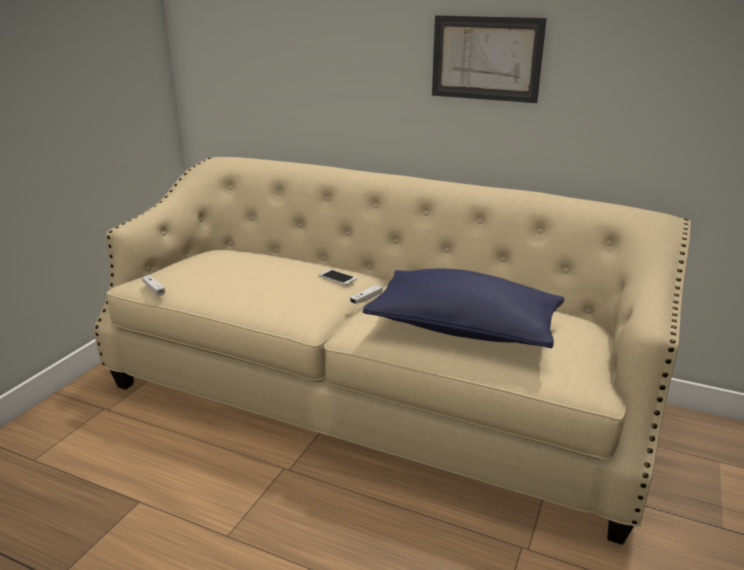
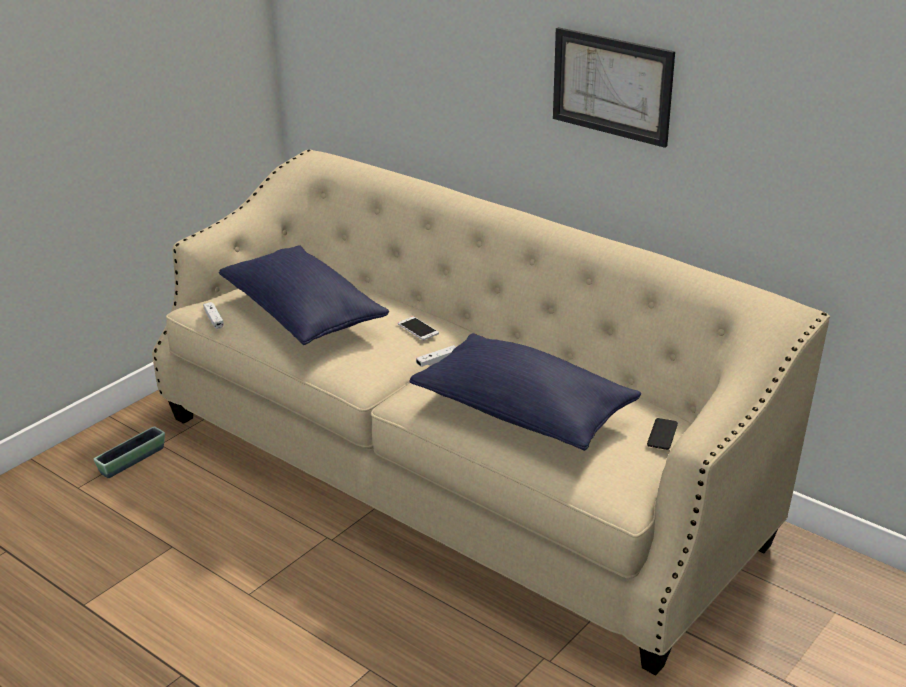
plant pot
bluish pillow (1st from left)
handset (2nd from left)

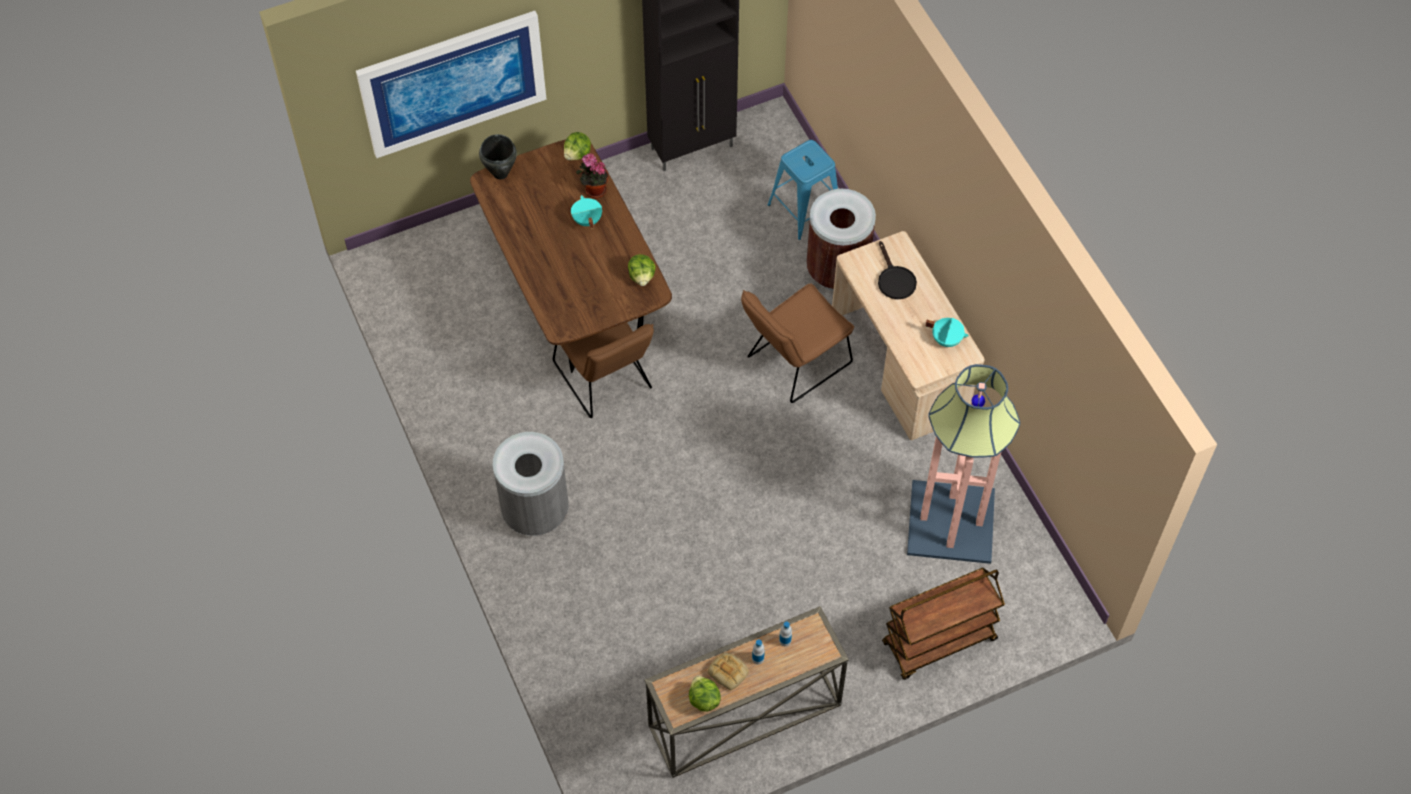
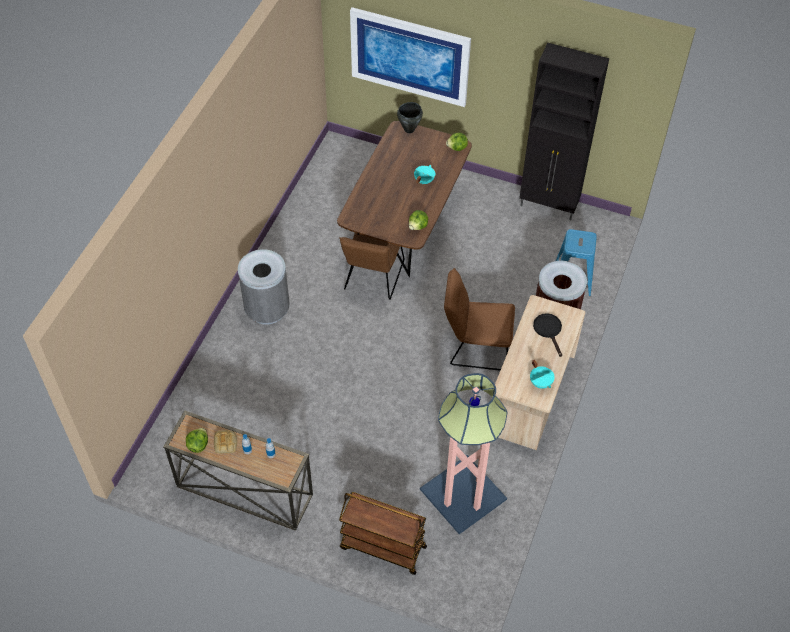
plant in a pot
black pan

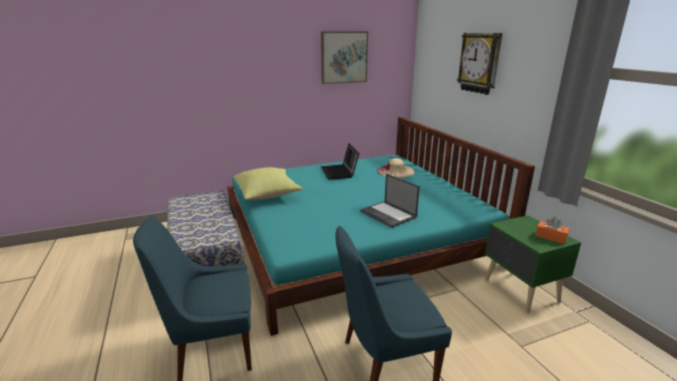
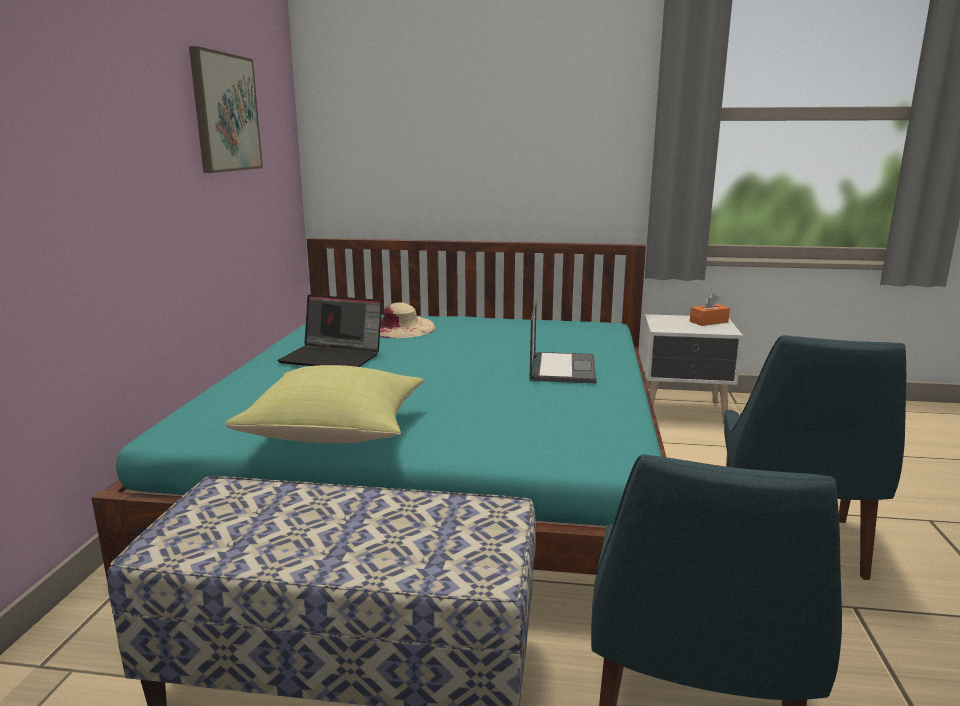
portable computer (2nd from left)
wall clock
whitish nightstand

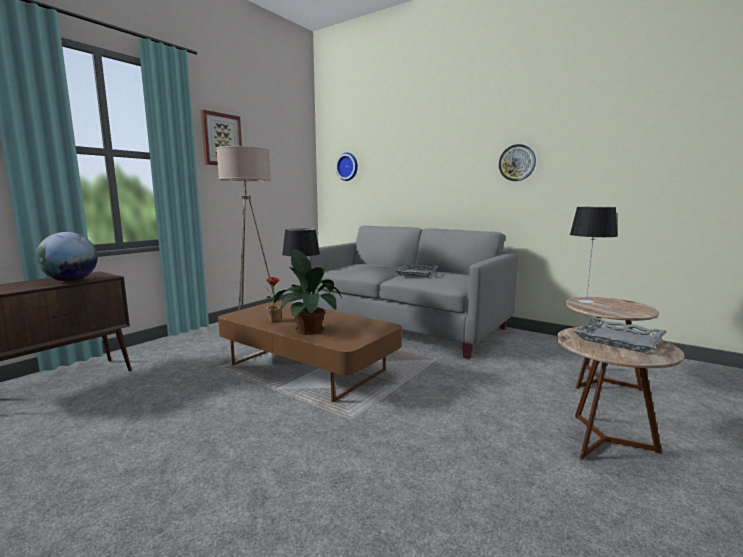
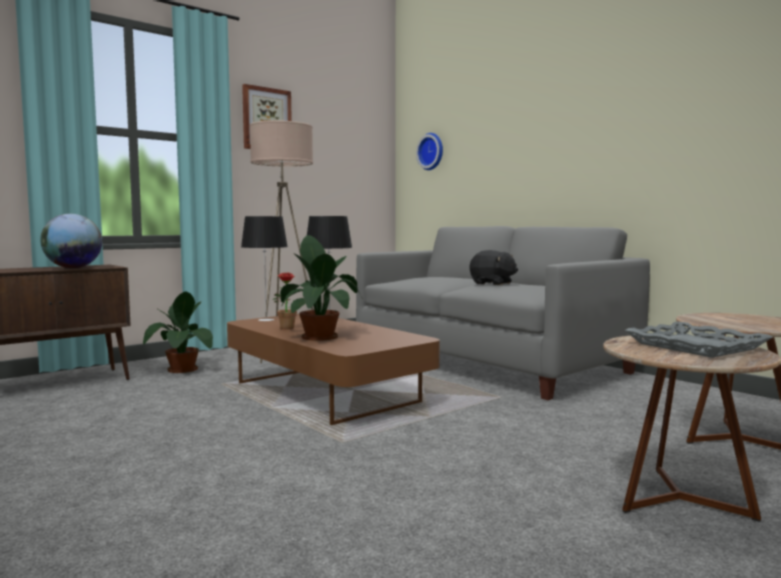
black cuddly toy
wall clock (2nd from left in the first image)
table lamp (1st from left)
plant in a pot (1st from left)

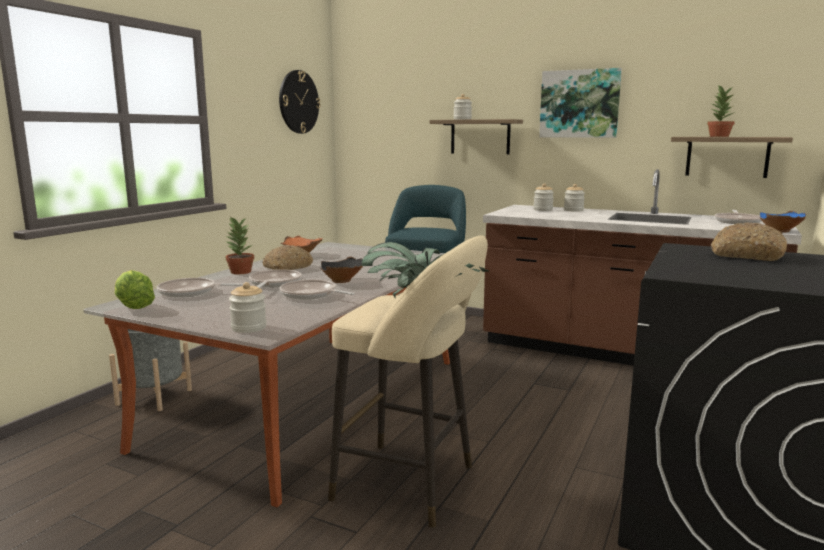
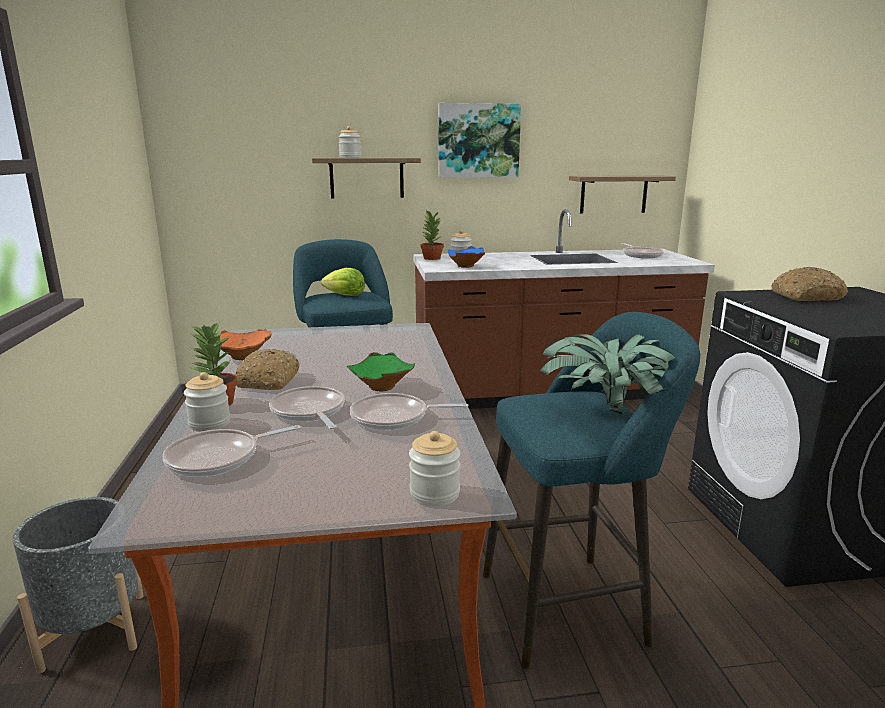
lettuce head
wall clock
green-coloured serving bowl
blue-green stool (2nd from left)
preserve jar (1st from left)
plant in a pot (2nd from left)
bluish serving bowl

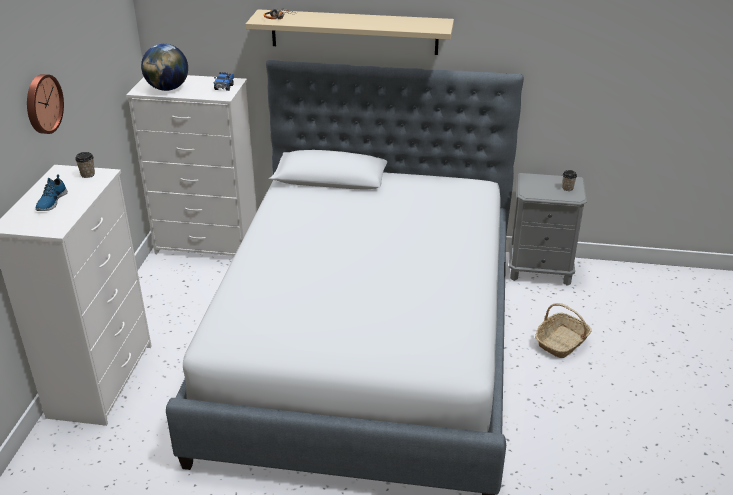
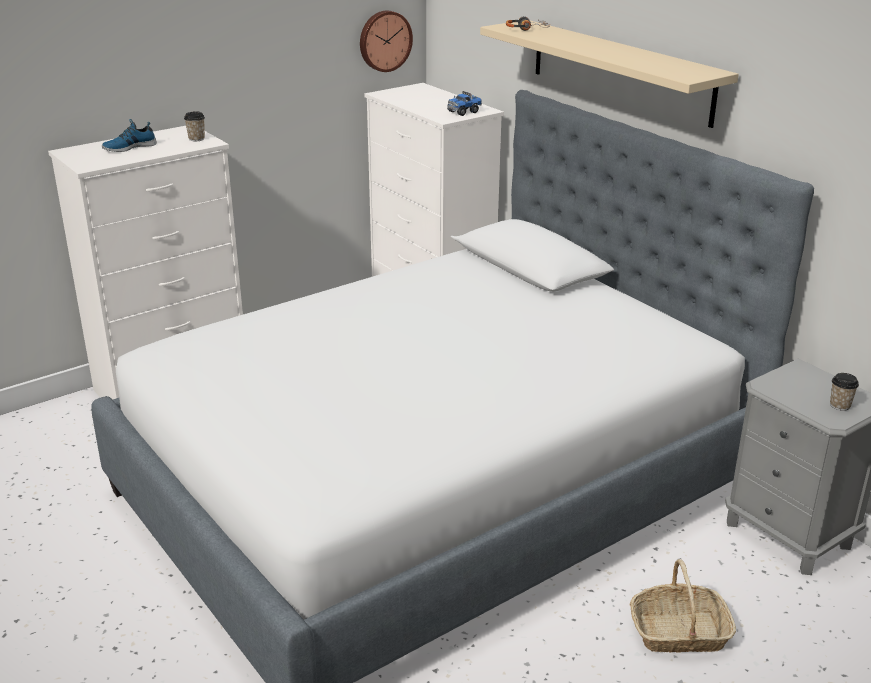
wall clock
desk globe

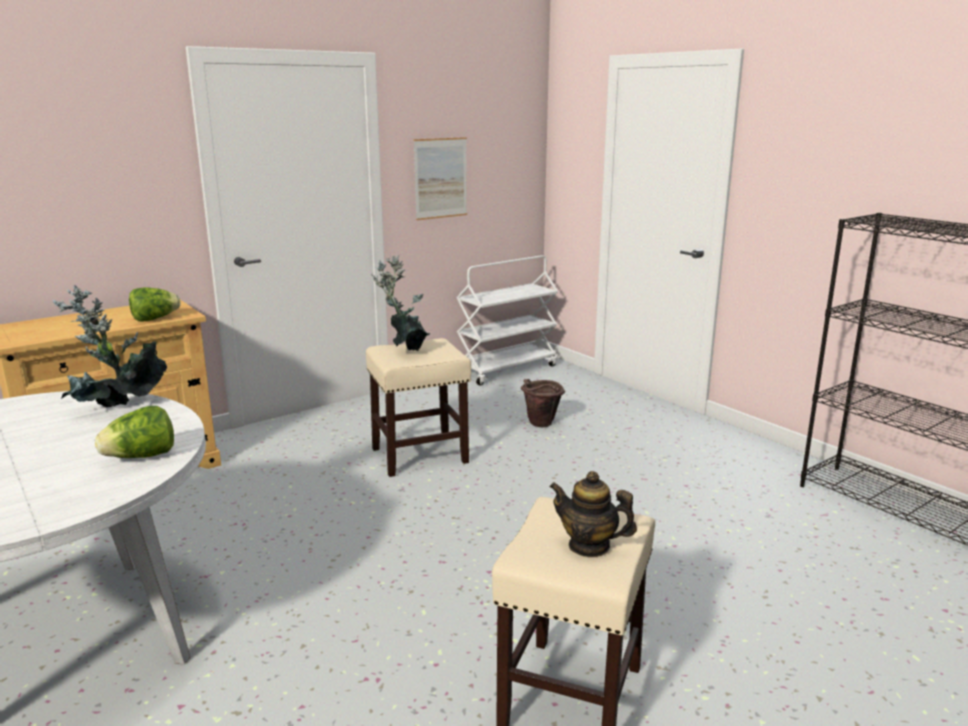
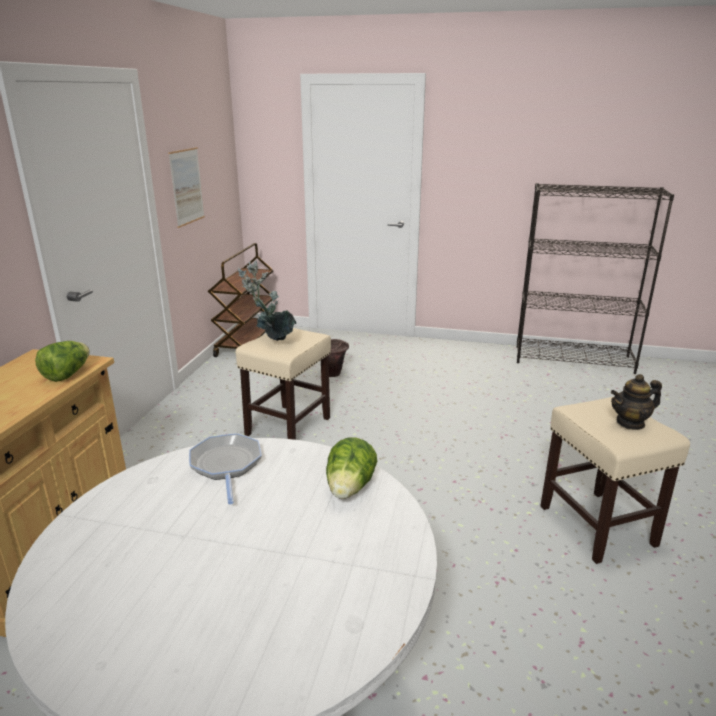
pan
brownish trolley

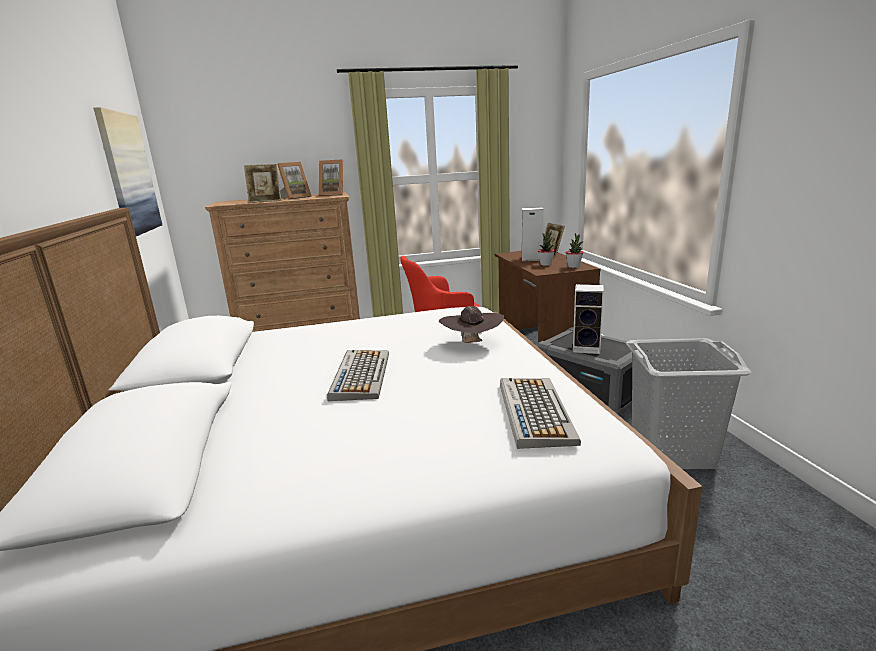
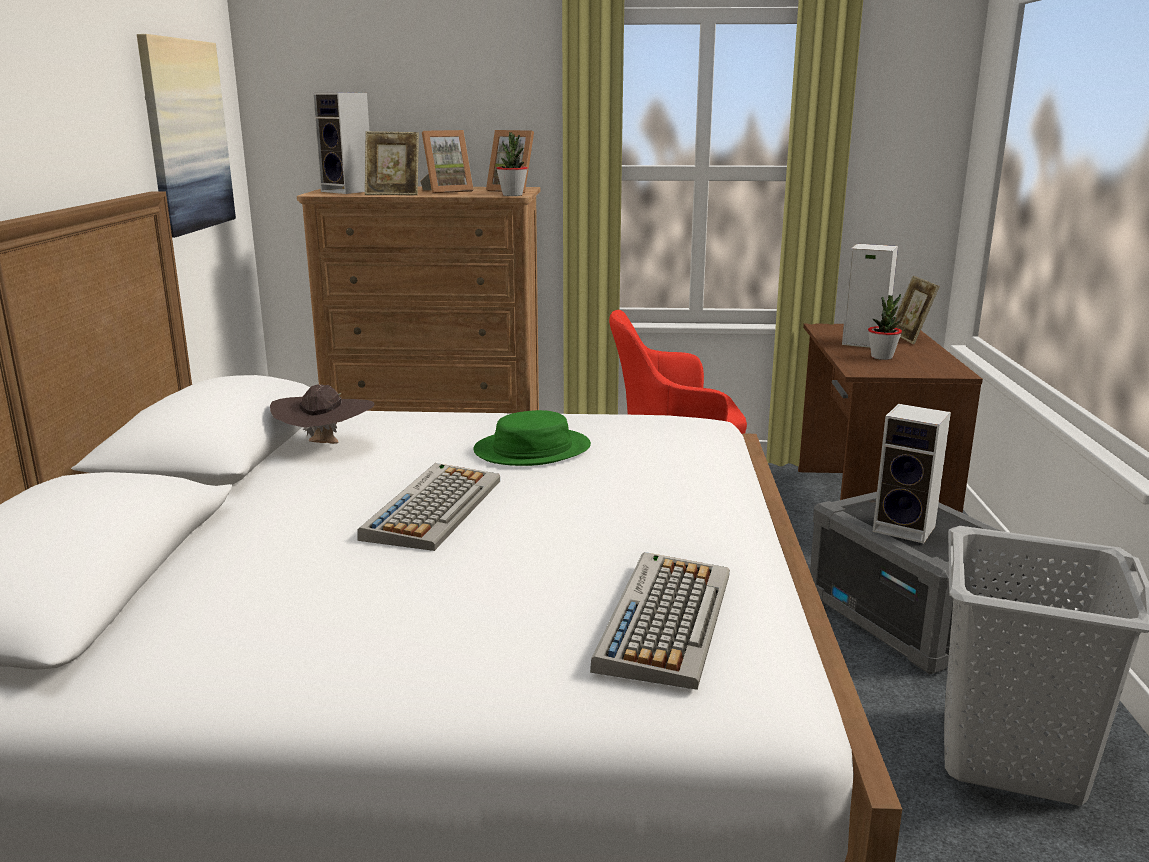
brownish hat
plant in a pot (1st from left)
loudspeaker (1st from left)
green-coloured hat

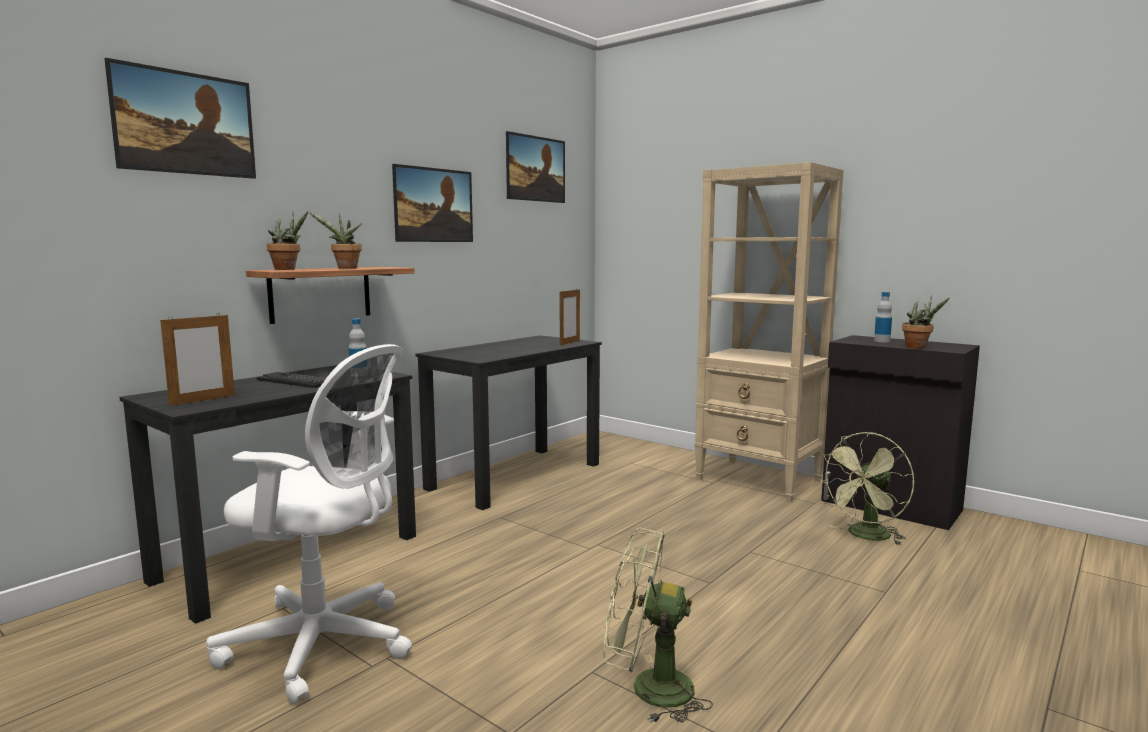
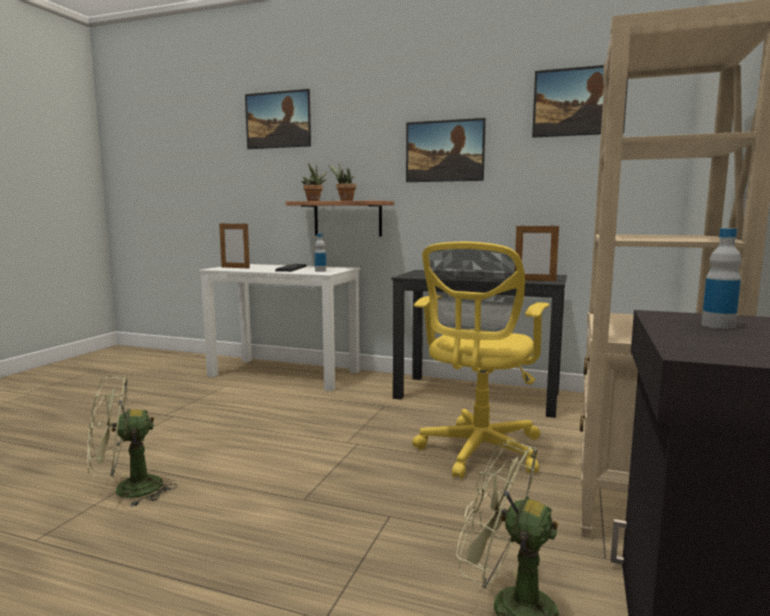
whitish desk
whitish office chair
green-coloured electric fan (1st from left)
plant in a pot (3rd from left in the first image)
yellowish office chair

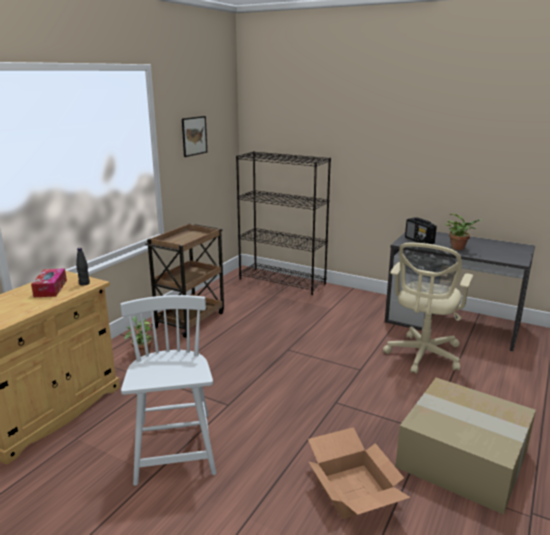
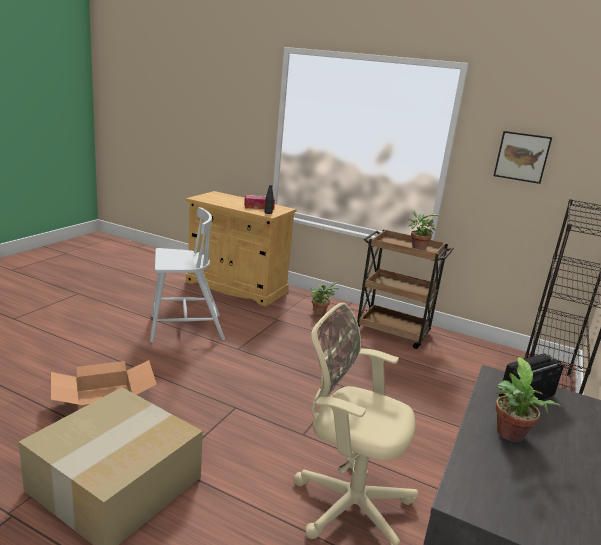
plant in a pot (2nd from left)

